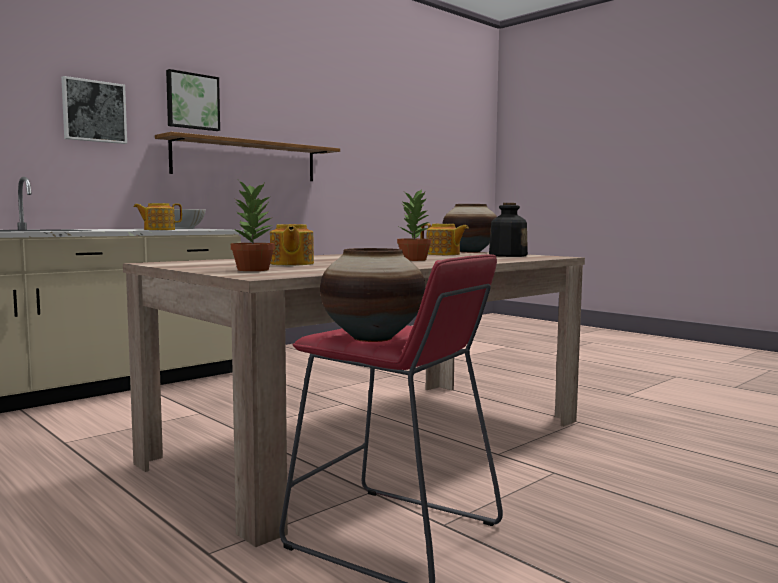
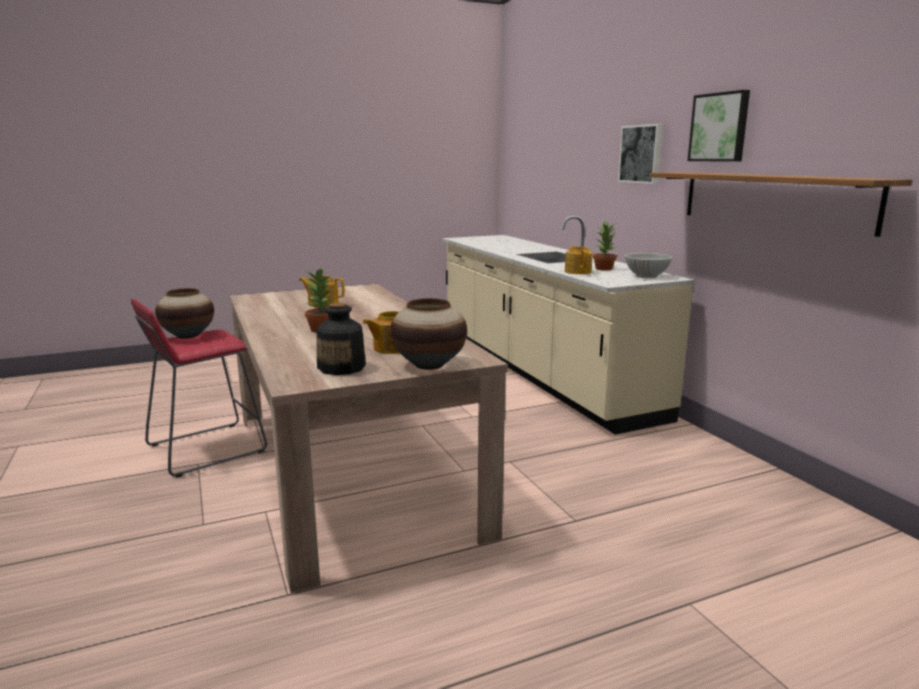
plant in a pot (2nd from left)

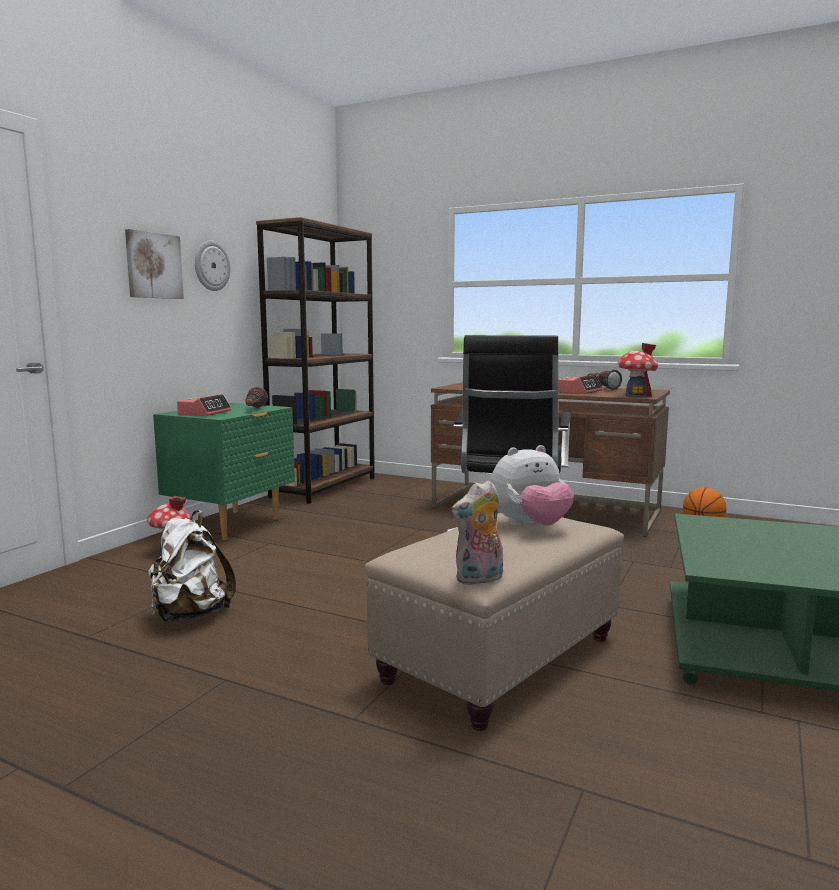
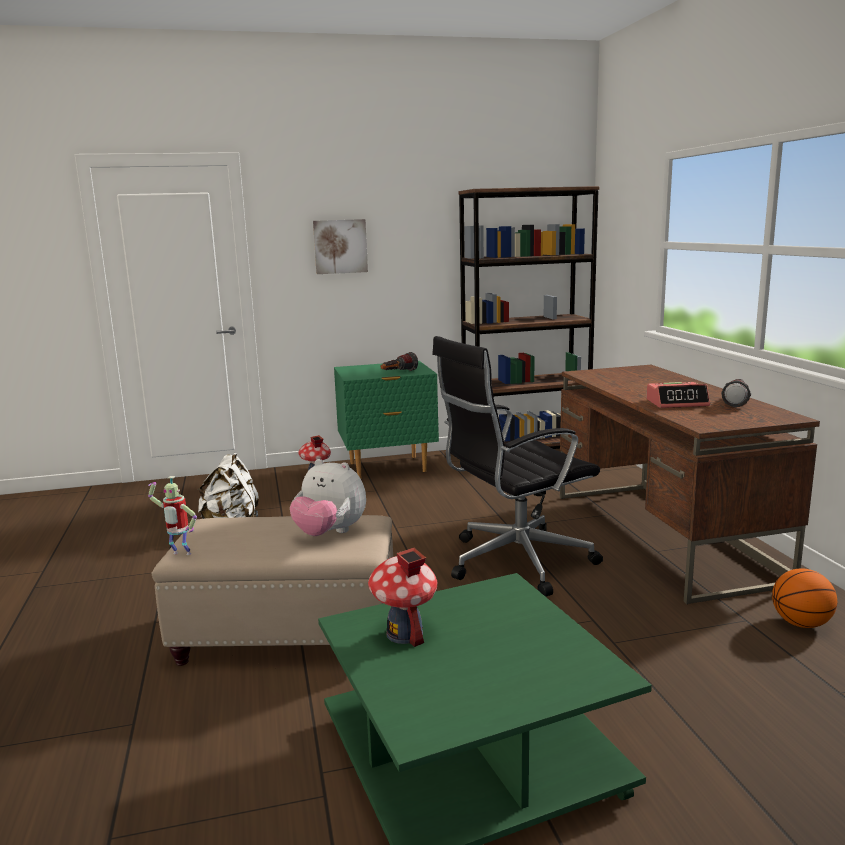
alarm clock (1st from left in the first image)
wall clock
model robot
toy house (2nd from left)

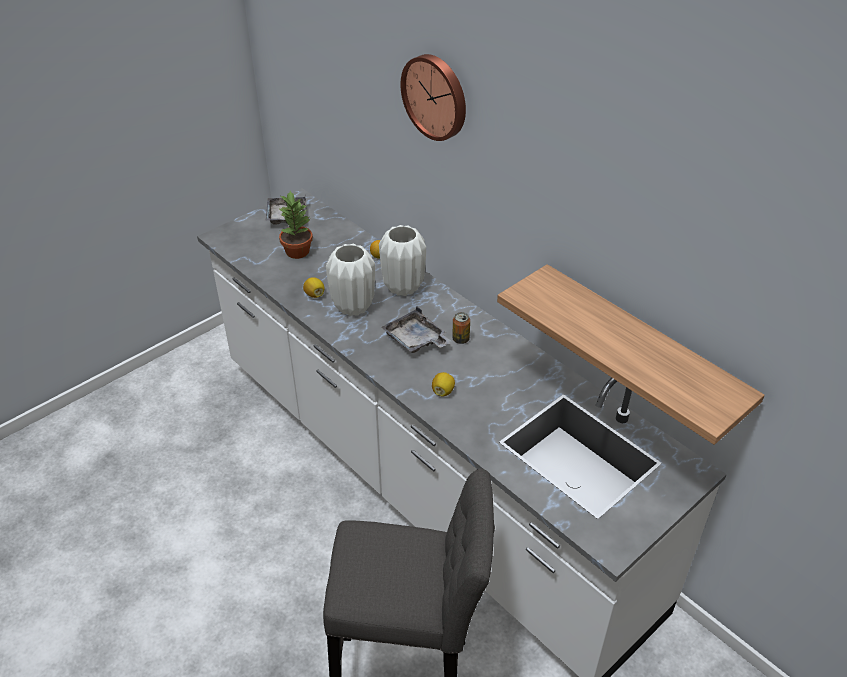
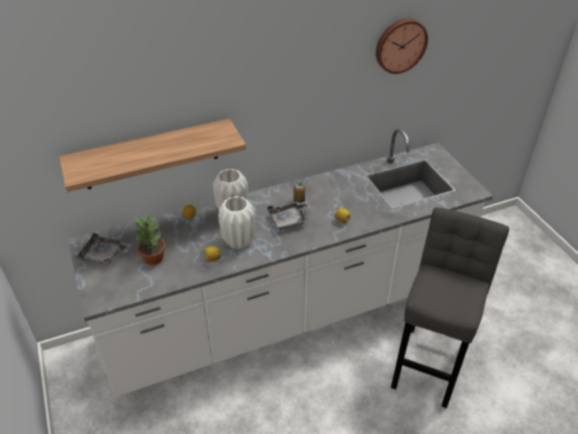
wall clock
wall shelf

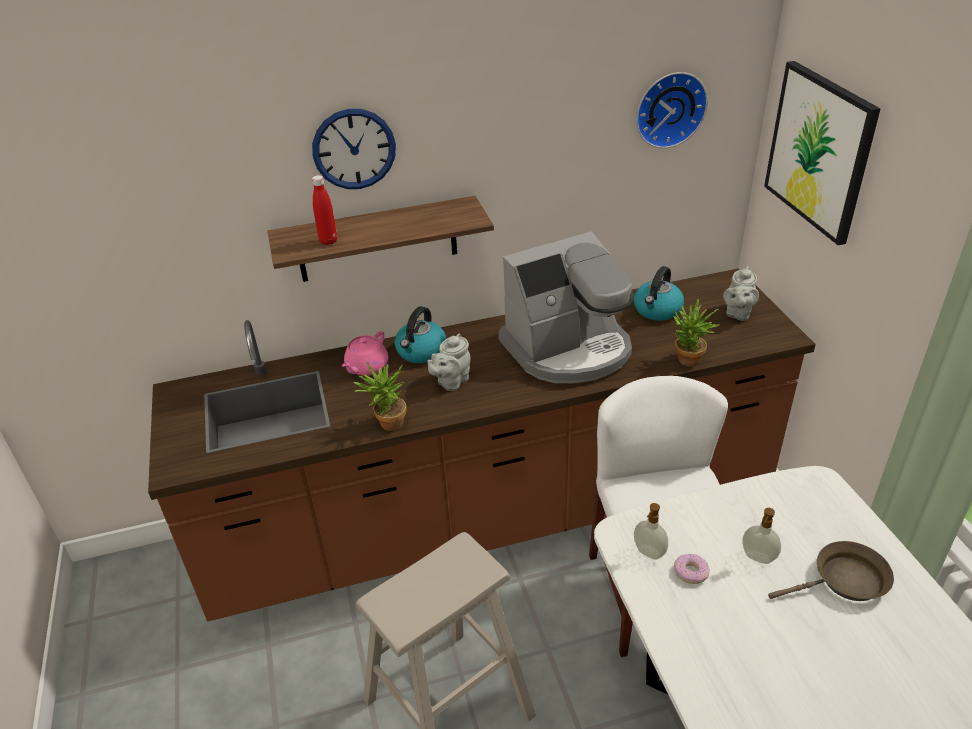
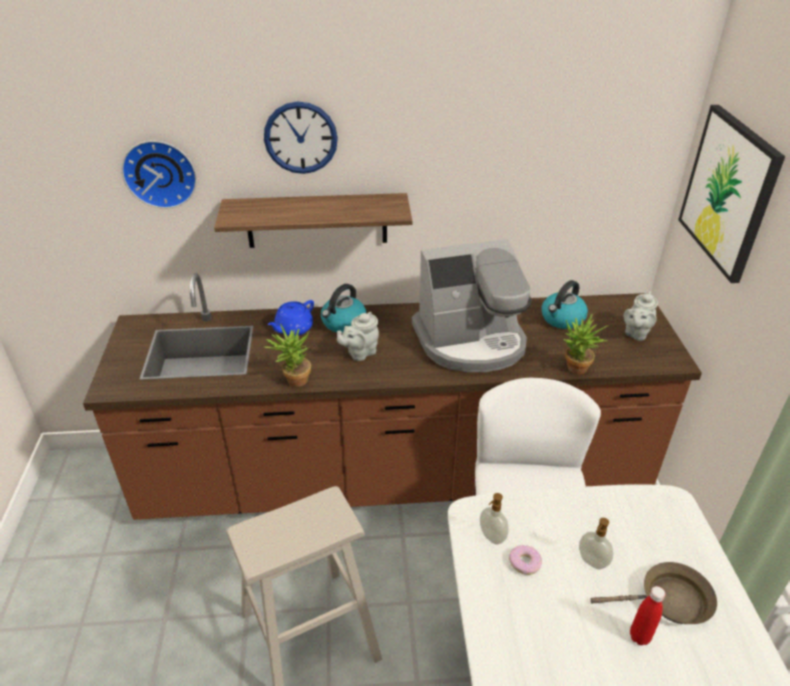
red bottle
bluish tea pot
wall clock (1st from left)

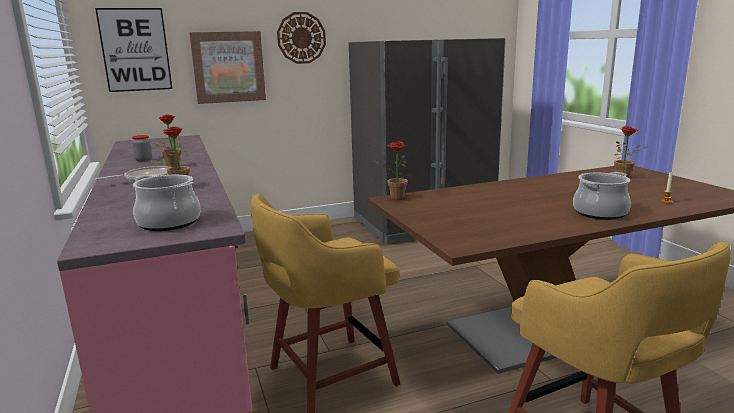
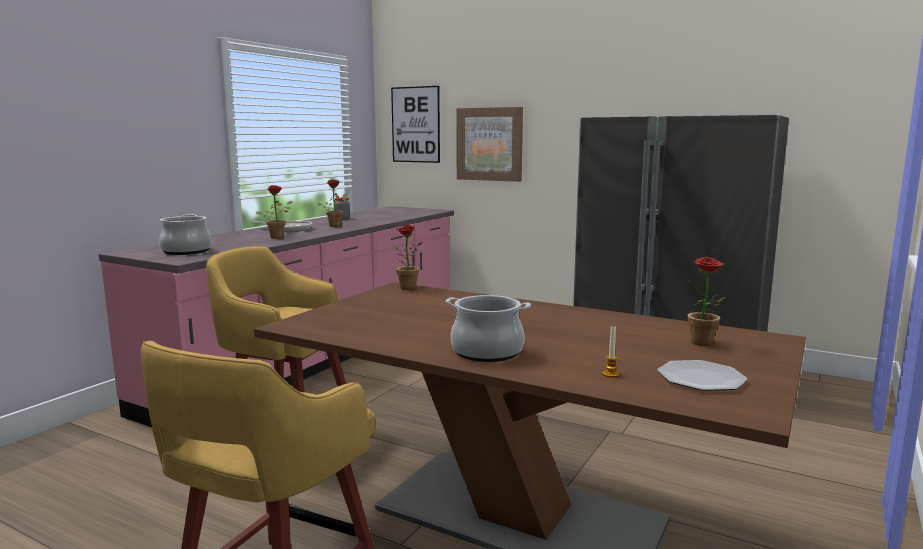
wall clock
dinner plate

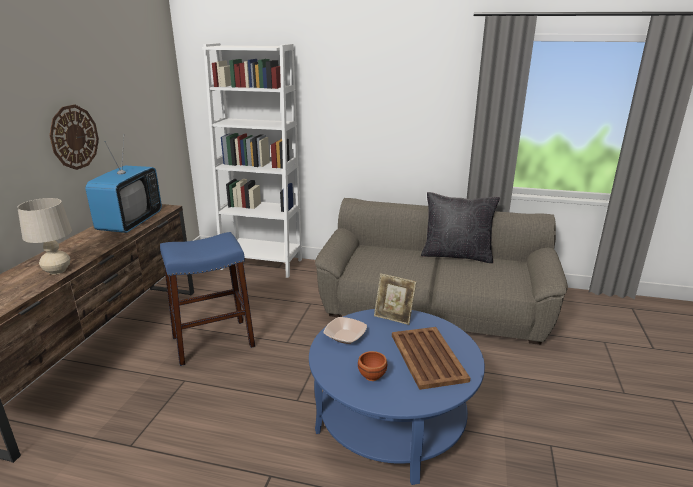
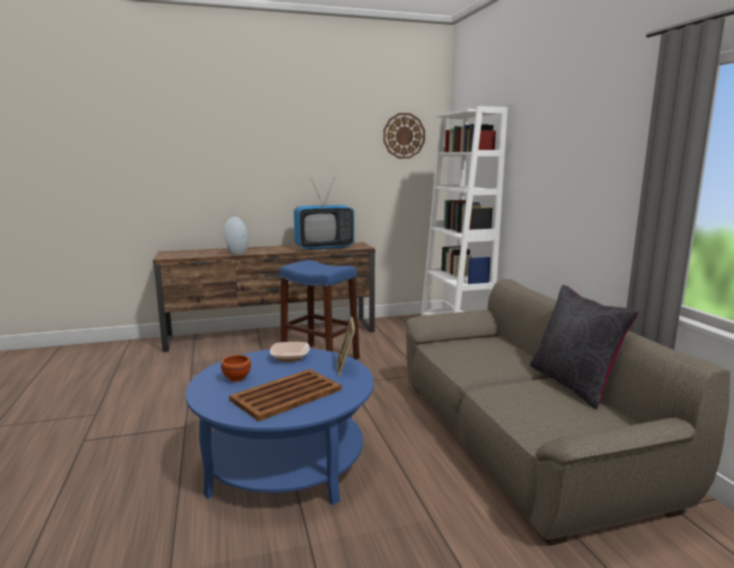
greyish vase
wall clock

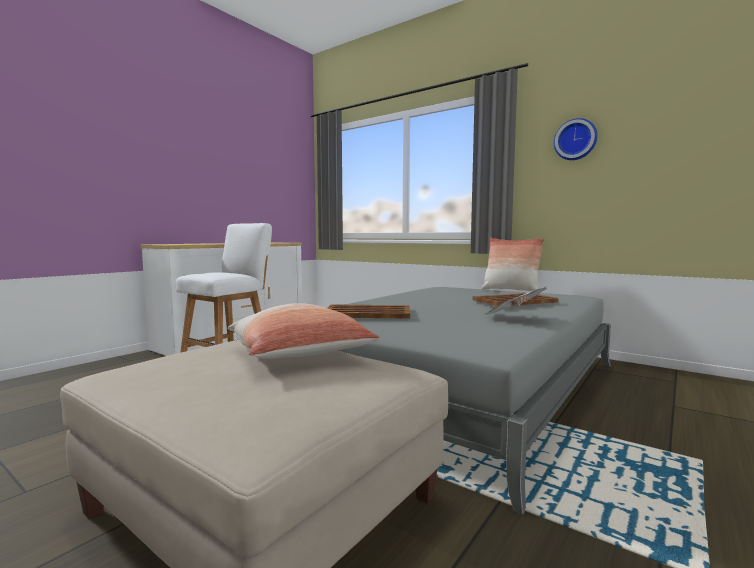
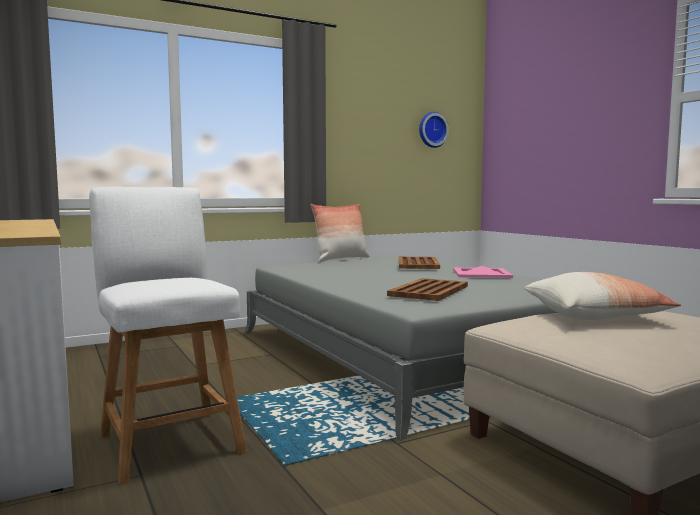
pinkish carrying tray
wall clock

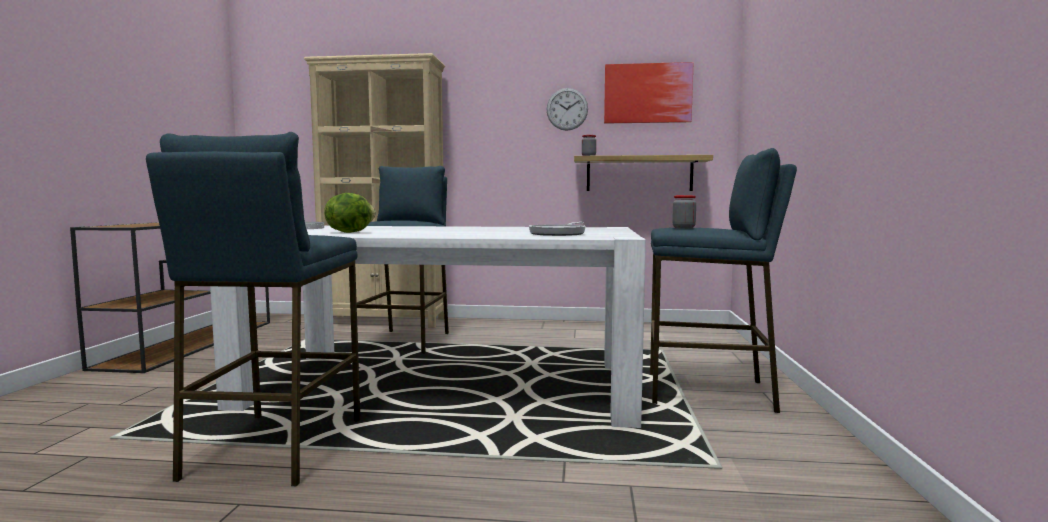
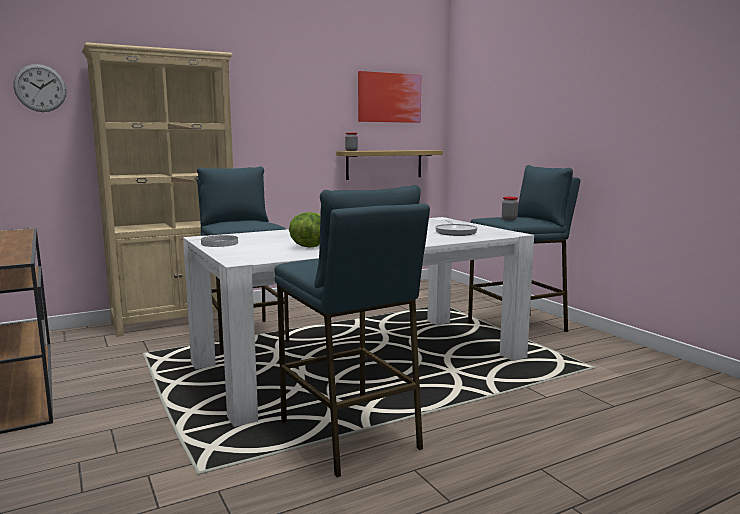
wall clock

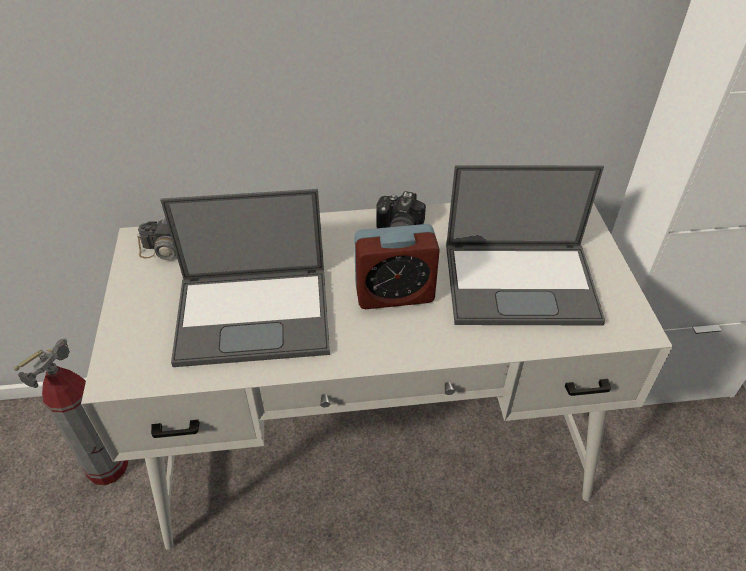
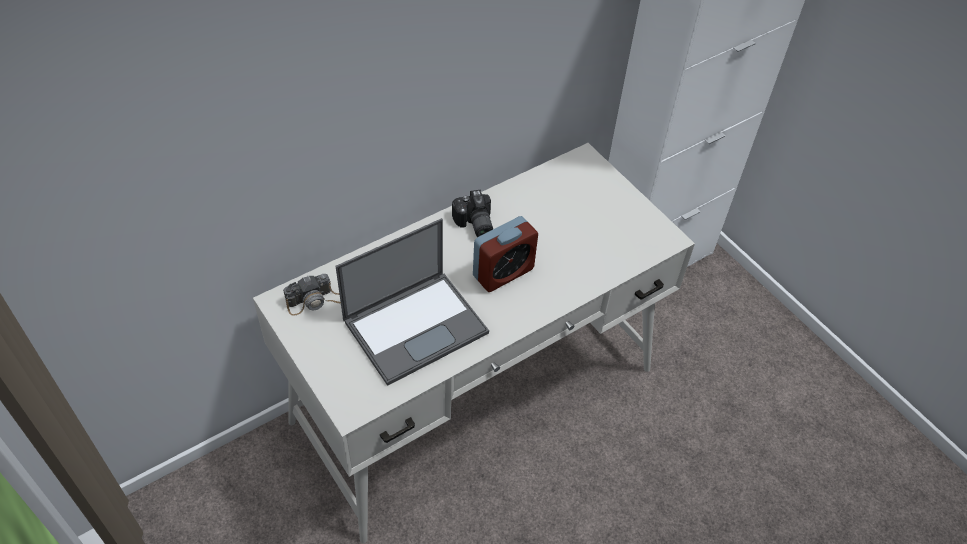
fire extinguisher
portable computer (2nd from left in the first image)

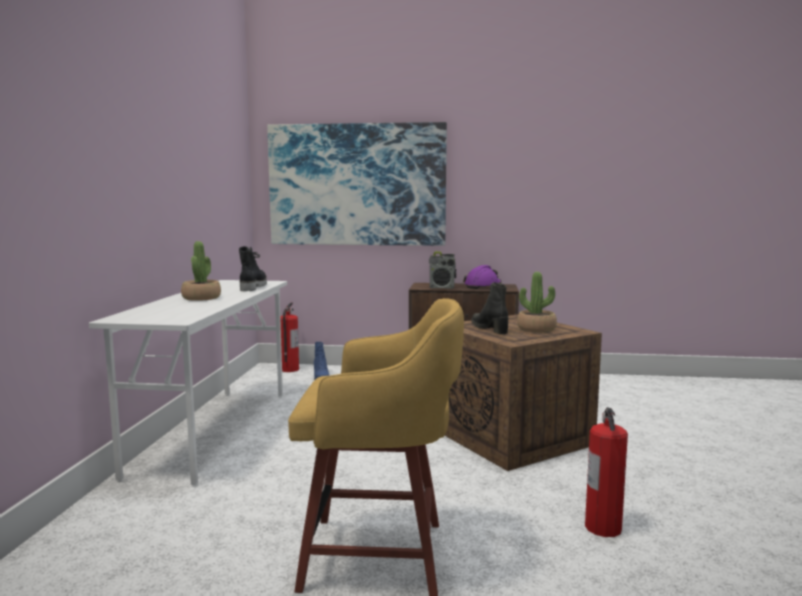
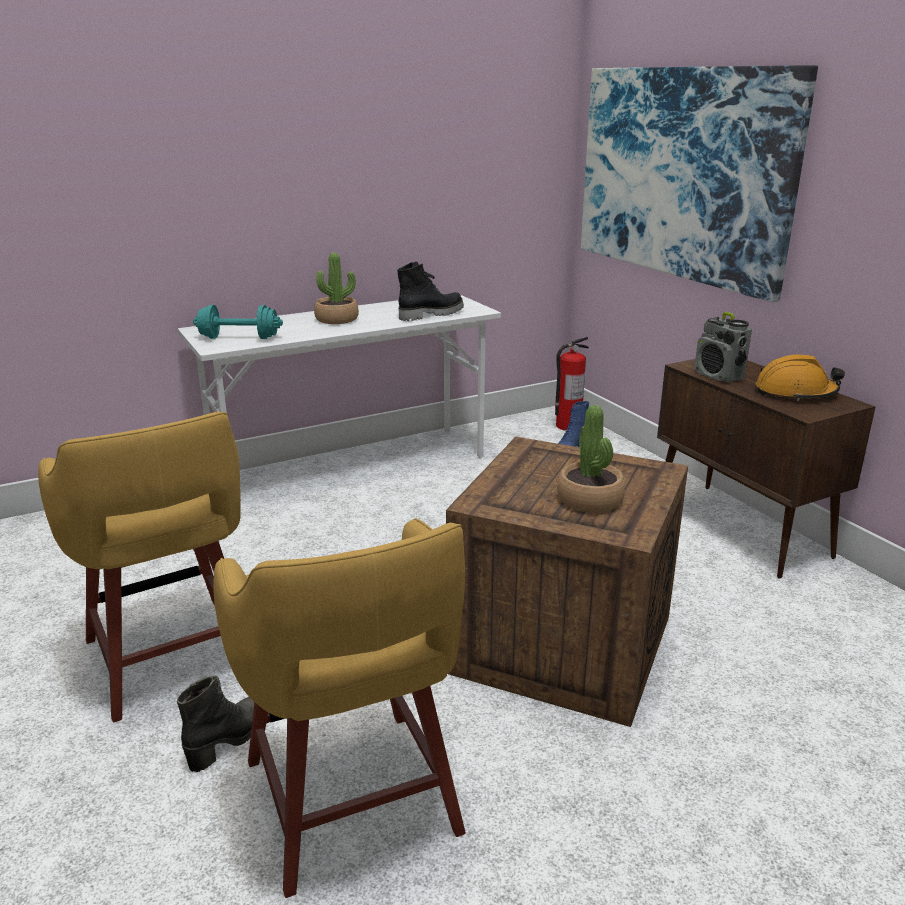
orange safety helmet
black tall boot (1st from left)
yellowish stool (2nd from left)
blue-green hand weight

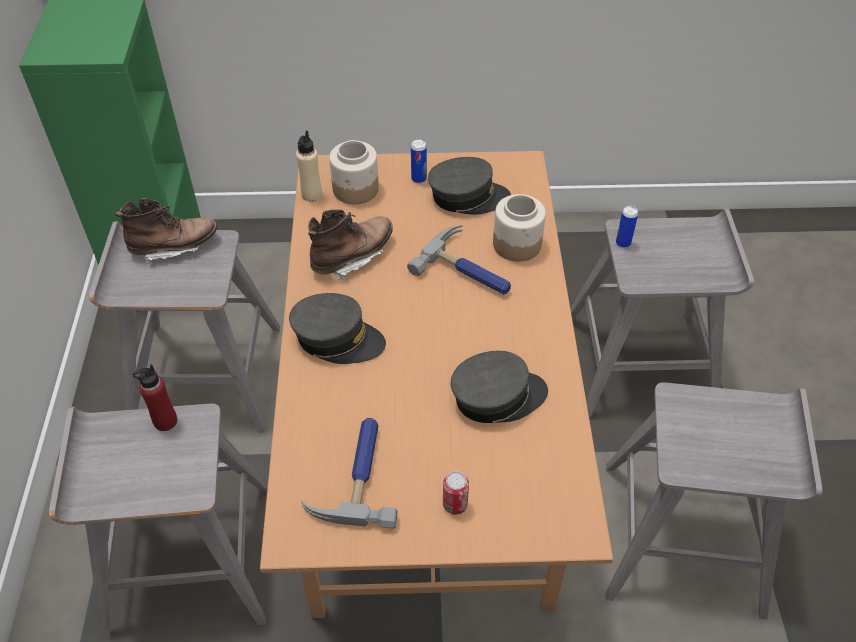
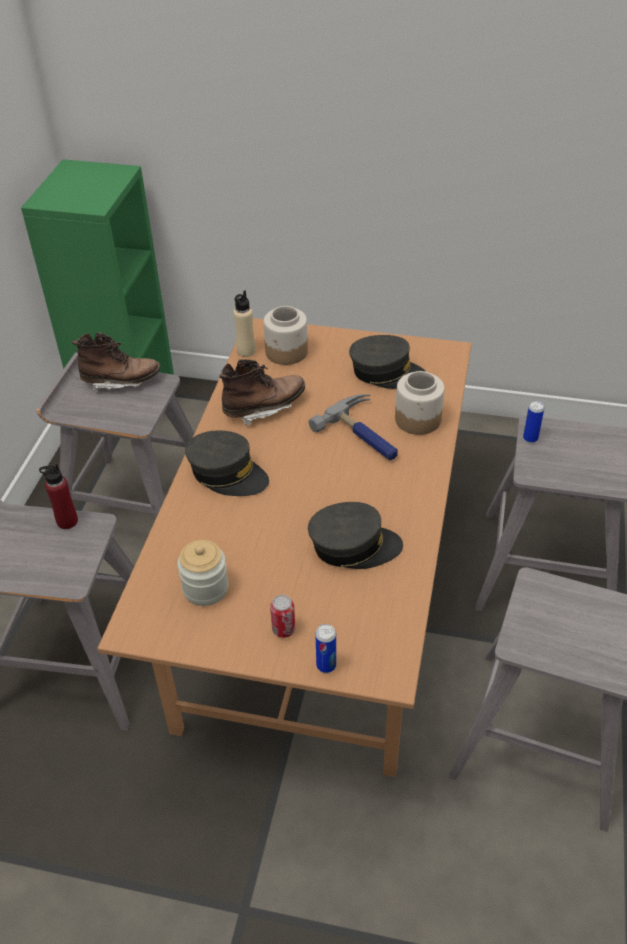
preserve jar (1st from left)
metal can (2nd from left)

